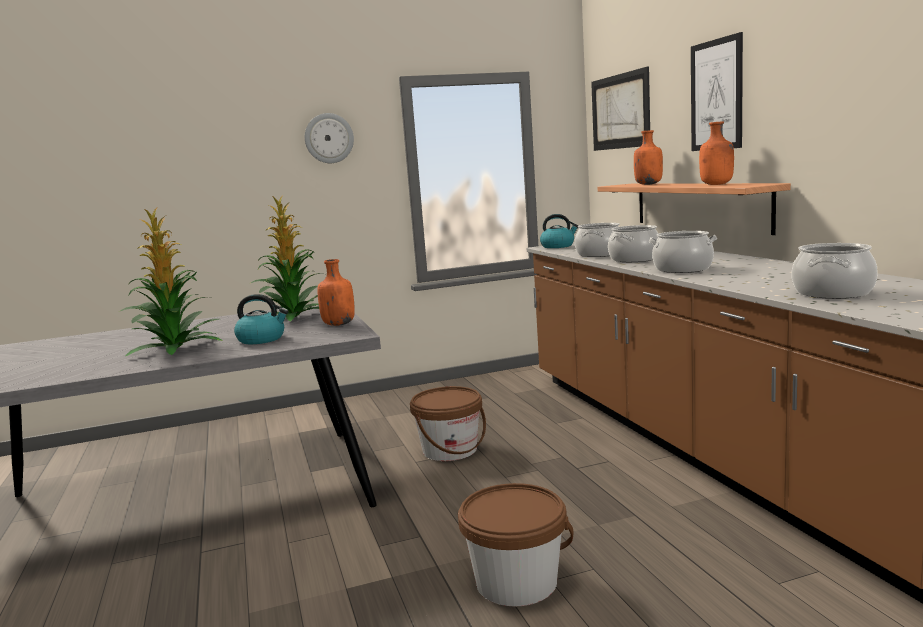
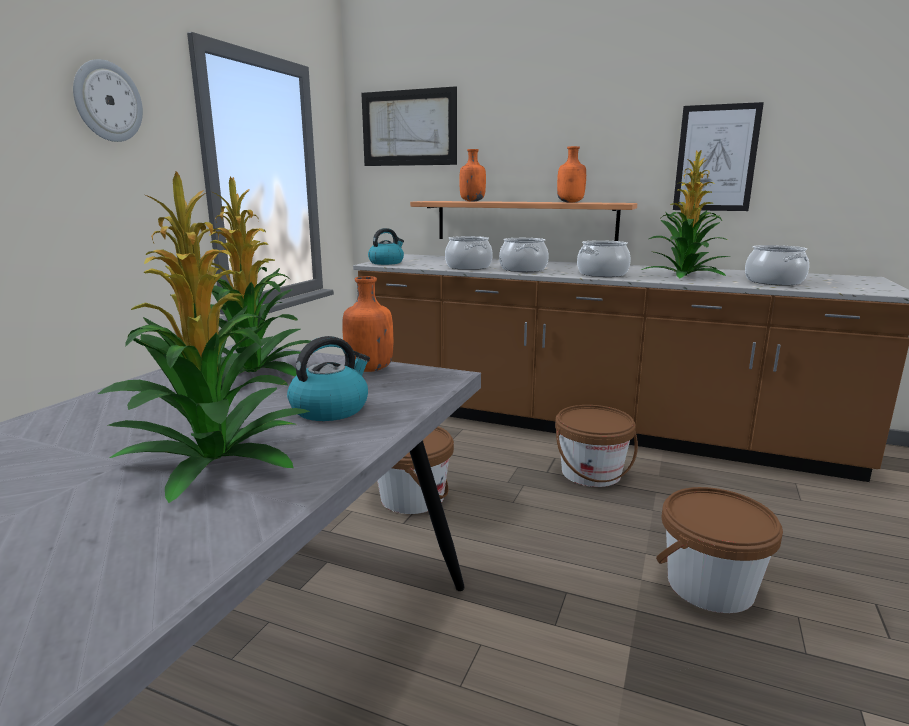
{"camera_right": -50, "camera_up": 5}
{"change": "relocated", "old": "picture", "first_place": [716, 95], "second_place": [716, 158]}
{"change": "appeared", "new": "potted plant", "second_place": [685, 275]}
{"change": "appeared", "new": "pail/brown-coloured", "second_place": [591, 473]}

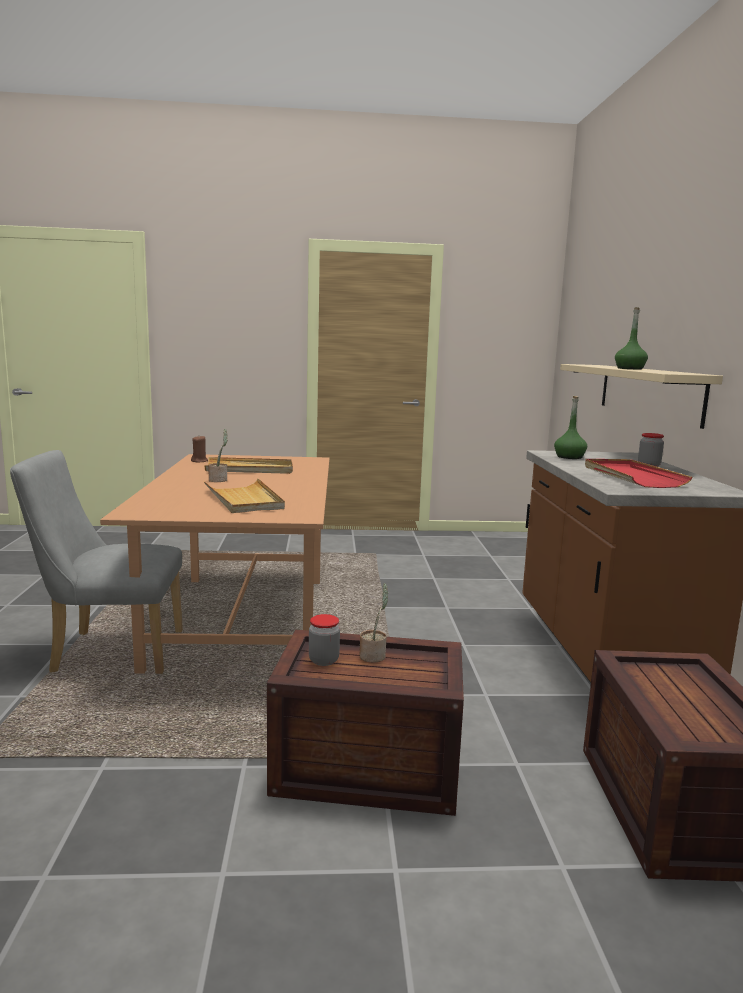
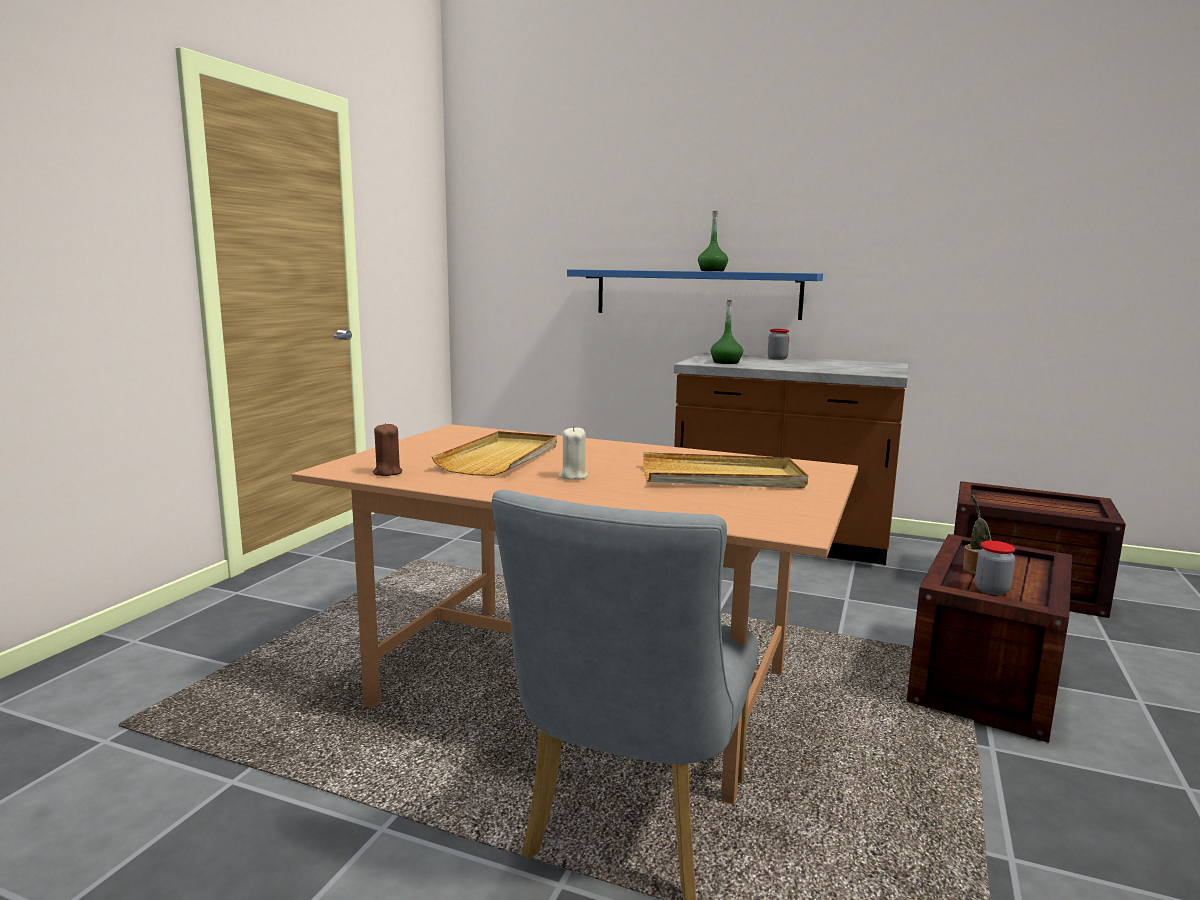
{"camera_right": -65, "camera_up": 0}
{"change": "colour", "old": "bracket shelf/beige", "new": "bracket shelf/blue-coloured", "first_place": [648, 392], "second_place": [696, 293]}
{"change": "exchanged", "old": "potted plant", "new": "wax light/beige", "first_place": [219, 480], "second_place": [573, 476]}
{"change": "missing", "old": "carrying tray/red", "first_place": [632, 476]}

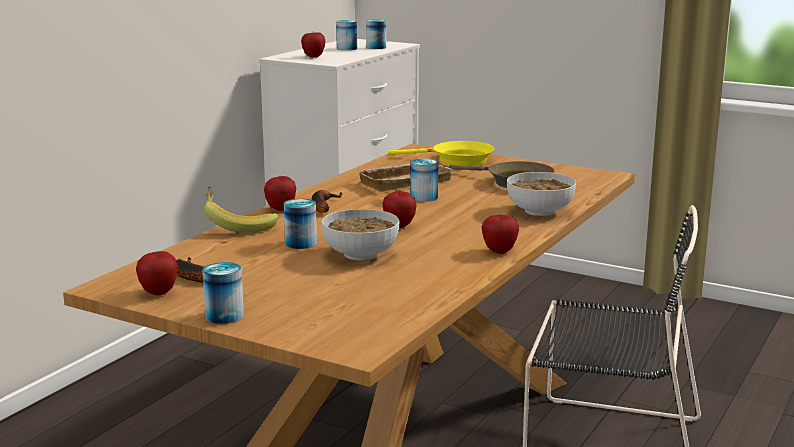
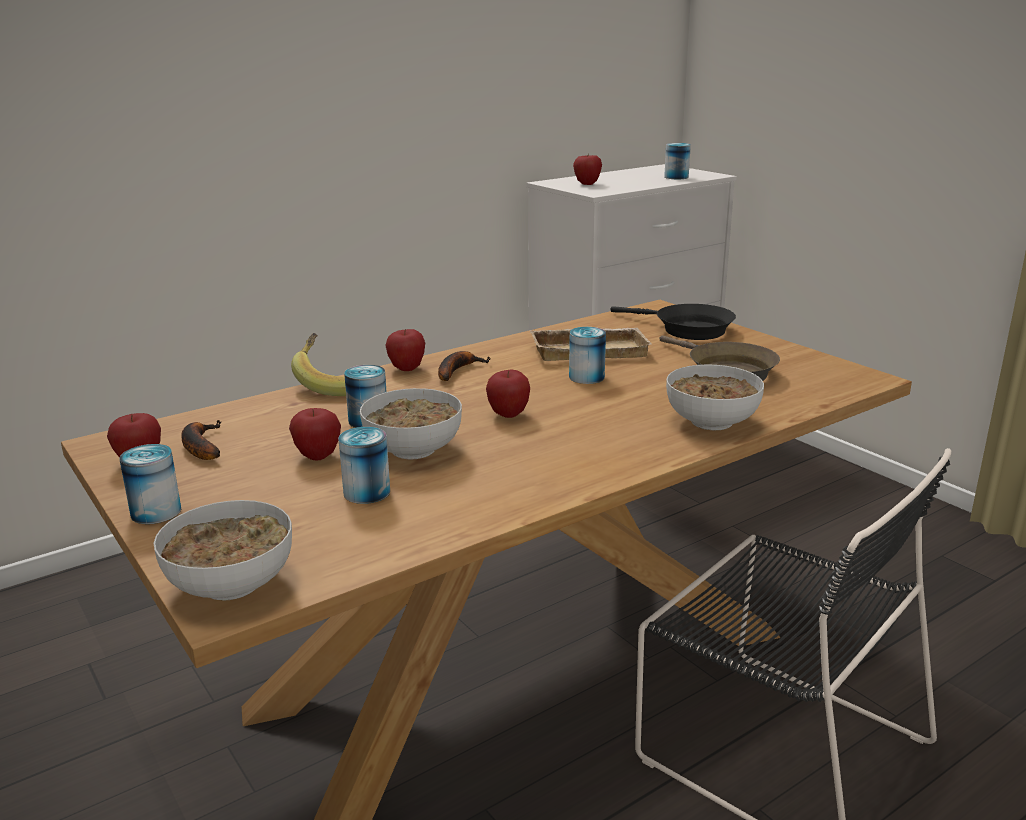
{"camera_right": 25, "camera_up": 5}
{"change": "relocated", "old": "can", "first_place": [347, 48], "second_place": [367, 492]}
{"change": "colour", "old": "frying pan/yellow", "new": "frying pan/black", "first_place": [457, 160], "second_place": [687, 329]}
{"change": "relocated", "old": "apple fruit", "first_place": [499, 251], "second_place": [318, 456]}
{"change": "appeared", "new": "deep dish", "second_place": [233, 584]}

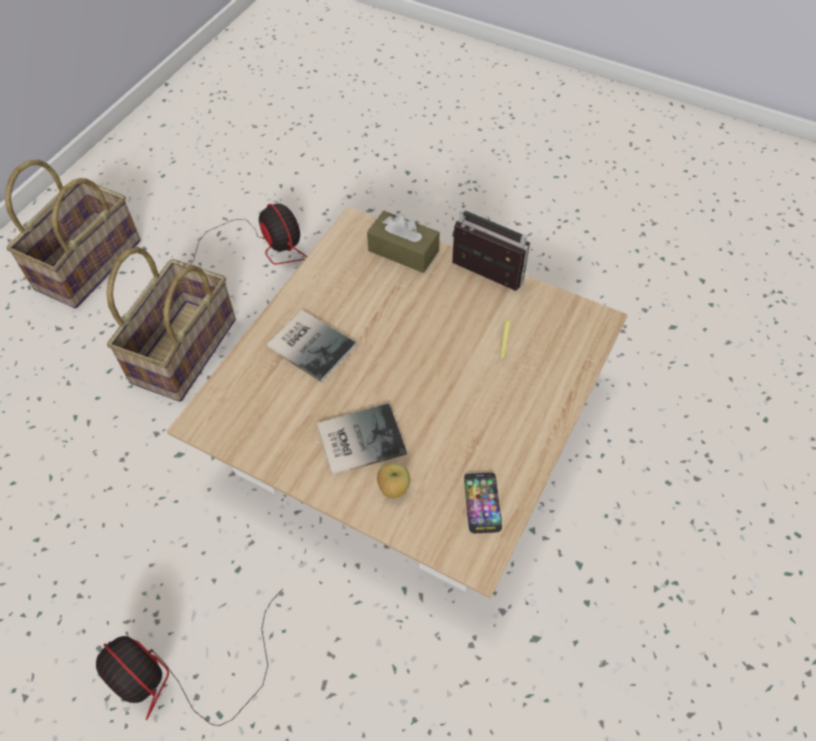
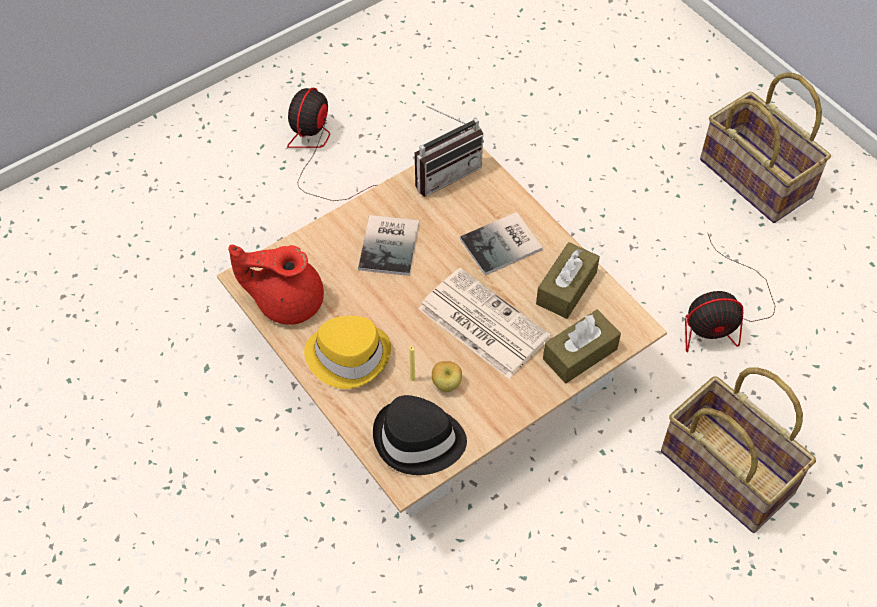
{"camera_right": 115, "camera_up": 0}
{"change": "relocated", "old": "radio set", "first_place": [482, 278], "second_place": [444, 172]}
{"change": "relocated", "old": "basket", "first_place": [183, 349], "second_place": [729, 471]}
{"change": "relocated", "old": "apple fruit", "first_place": [393, 488], "second_place": [446, 384]}
{"change": "exchanged", "old": "handset", "new": "pot for tea/red", "first_place": [482, 503], "second_place": [286, 301]}
{"change": "spun", "old": "fan", "first_place": [179, 676], "second_place": [321, 153], "degrees": -45}
{"change": "appeared", "new": "tissue holder/brown-coloured", "second_place": [566, 288]}
{"change": "appeared", "new": "newspaper", "second_place": [481, 323]}
{"change": "appeared", "new": "hat/yellow", "second_place": [348, 355]}
{"change": "appeared", "new": "hat/black", "second_place": [418, 440]}

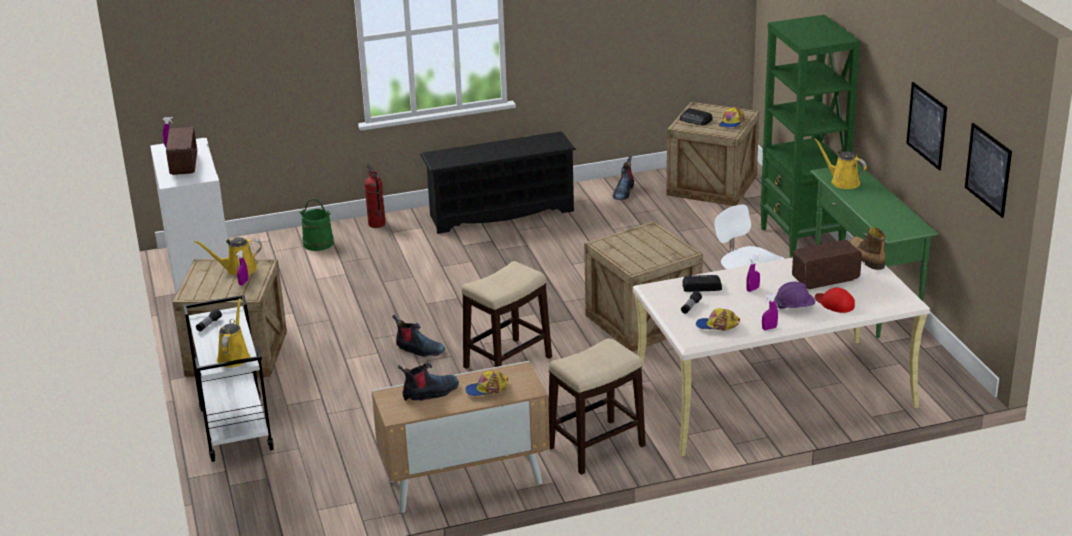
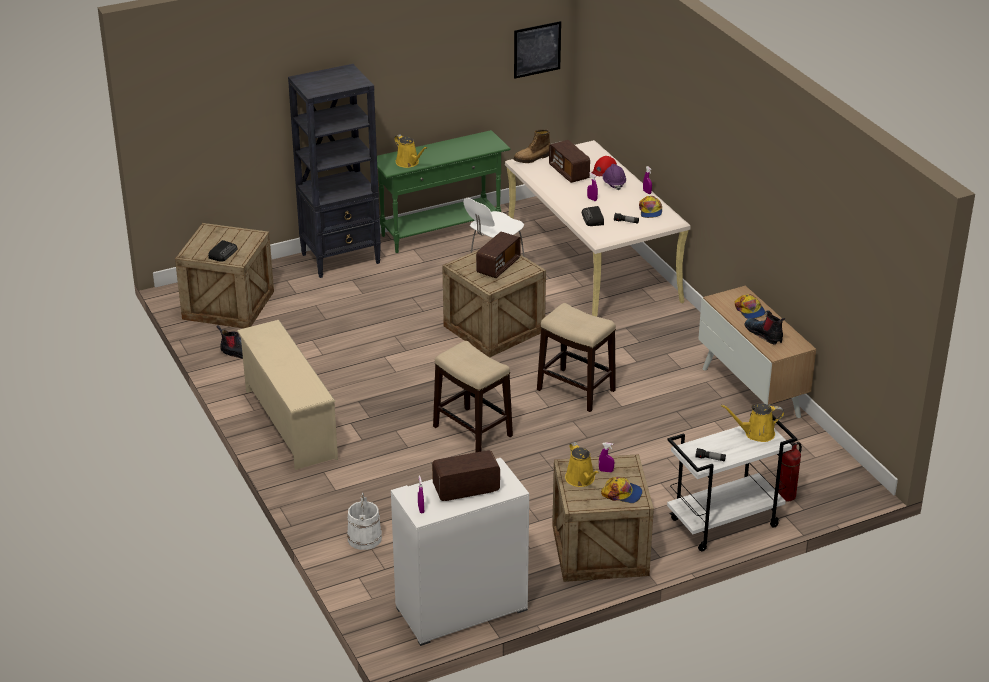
{"camera_right": -100, "camera_up": 5}
{"change": "colour", "old": "bookcase/green", "new": "bookcase/black", "first_place": [801, 240], "second_place": [341, 258]}
{"change": "missing", "old": "picture", "first_place": [927, 125]}
{"change": "relocated", "old": "cap", "first_place": [731, 123], "second_place": [622, 493]}
{"change": "colour", "old": "shoe stand/black", "new": "shoe stand/beige", "first_place": [501, 213], "second_place": [288, 424]}
{"change": "spun", "old": "watering can/yellow", "first_place": [842, 182], "second_place": [409, 163], "degrees": -75}
{"change": "relocated", "old": "extinguisher", "first_place": [376, 224], "second_place": [786, 496]}
{"change": "colour", "old": "pail/green", "new": "pail/white-coloured", "first_place": [318, 243], "second_place": [364, 538]}
{"change": "missing", "old": "tall boot", "first_place": [419, 350]}
{"change": "relocated", "old": "stool", "first_place": [595, 447], "second_place": [473, 431]}
{"change": "appeared", "new": "radio set", "second_place": [498, 266]}

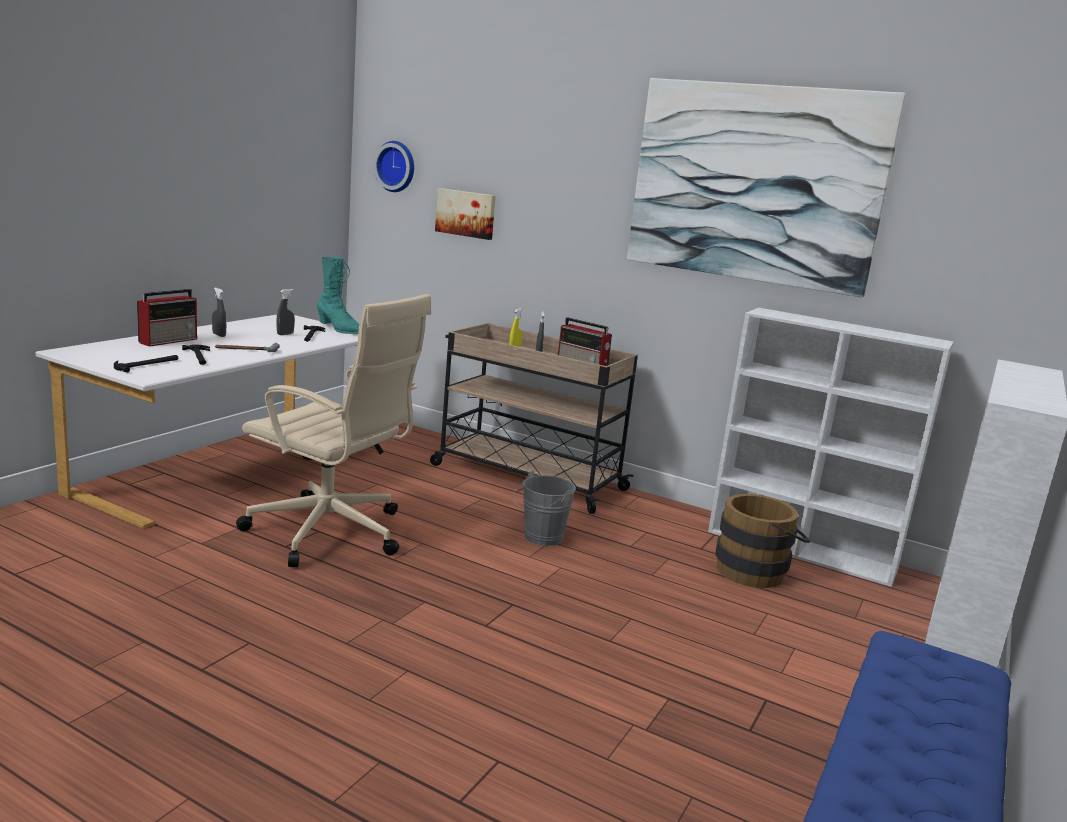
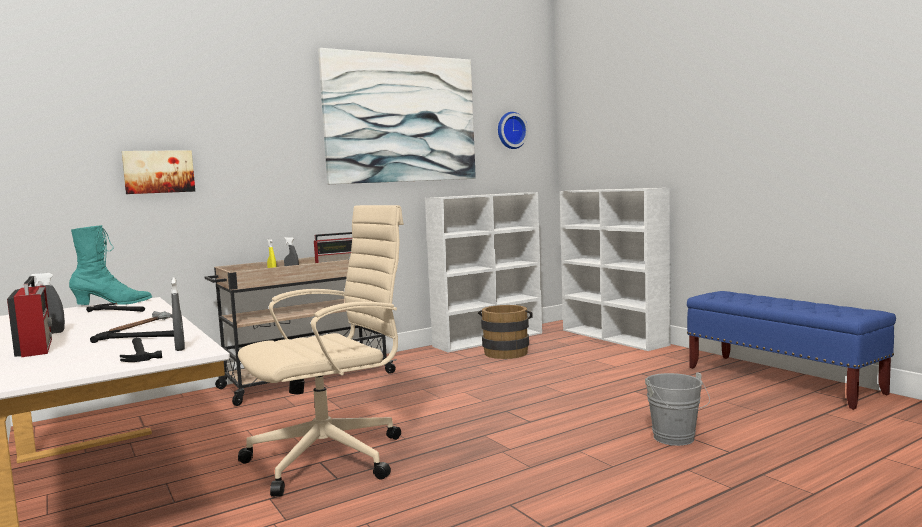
{"camera_right": -60, "camera_up": -10}
{"change": "relocated", "old": "wall clock", "first_place": [397, 166], "second_place": [510, 130]}
{"change": "relocated", "old": "hand sprayer/gray", "first_place": [285, 334], "second_place": [180, 348]}
{"change": "relocated", "old": "pail/gray", "first_place": [540, 539], "second_place": [676, 439]}

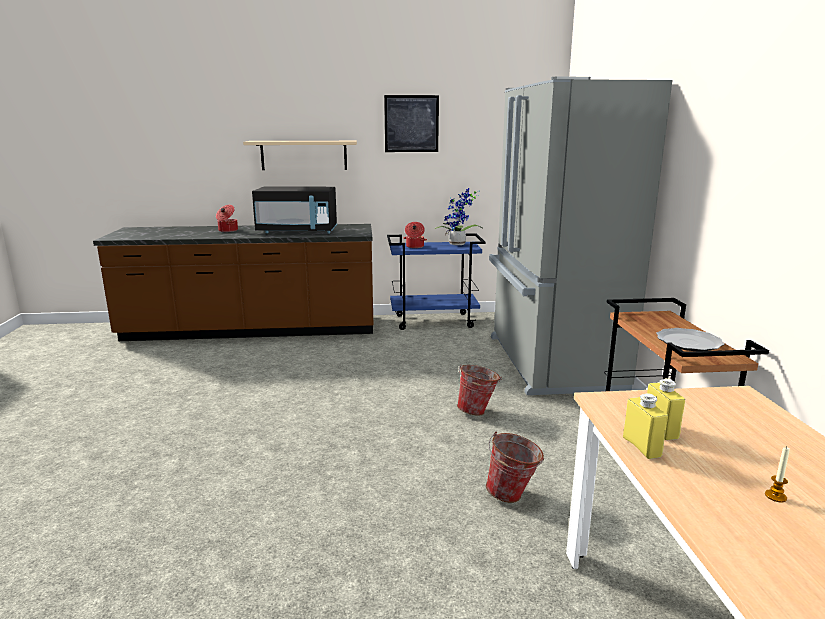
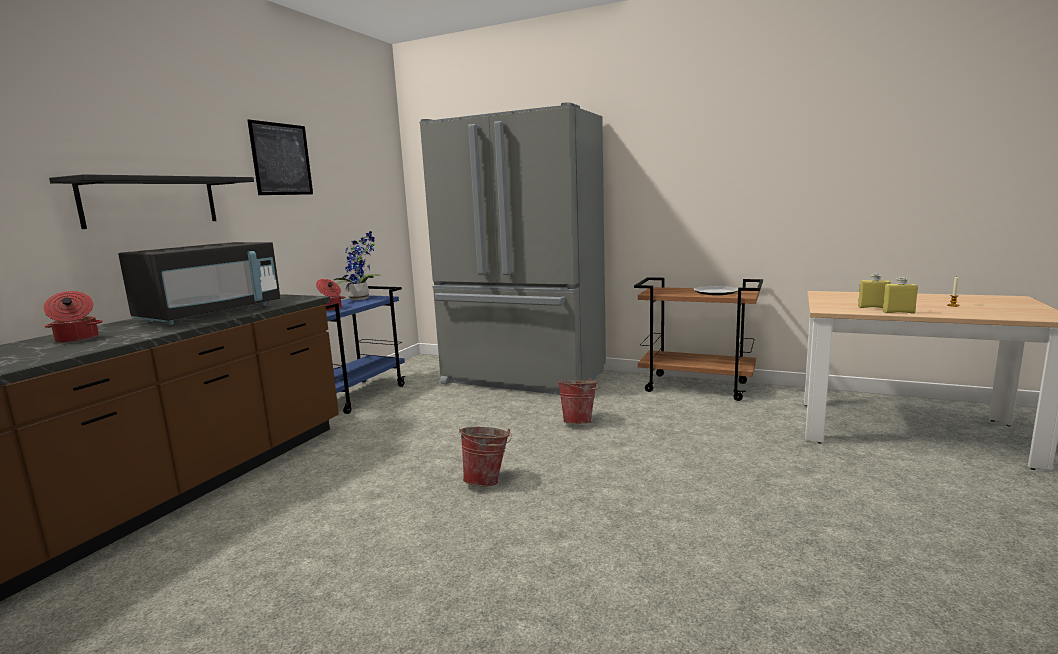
{"camera_right": -60, "camera_up": -5}
{"change": "colour", "old": "bracket shelf/beige", "new": "bracket shelf/black", "first_place": [304, 155], "second_place": [151, 201]}
{"change": "relocated", "old": "pail", "first_place": [513, 495], "second_place": [488, 480]}

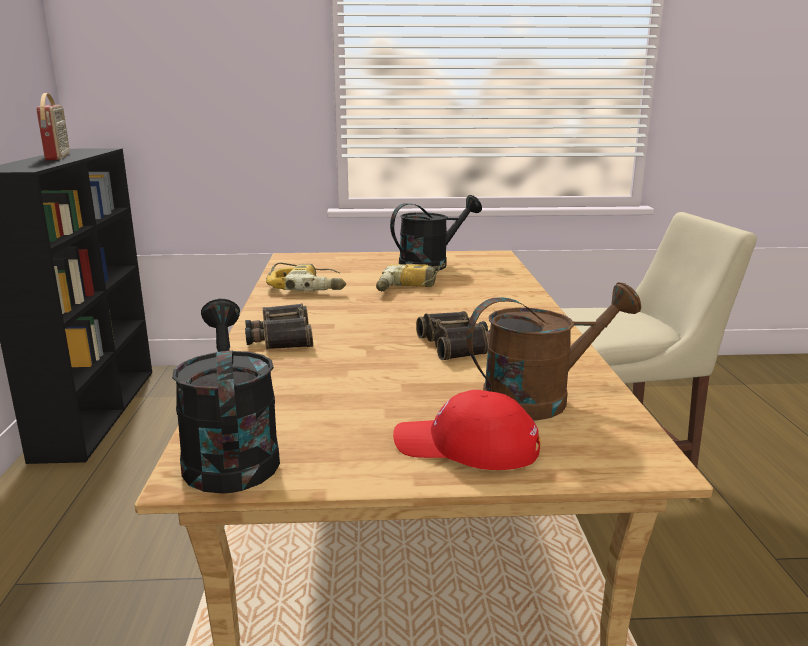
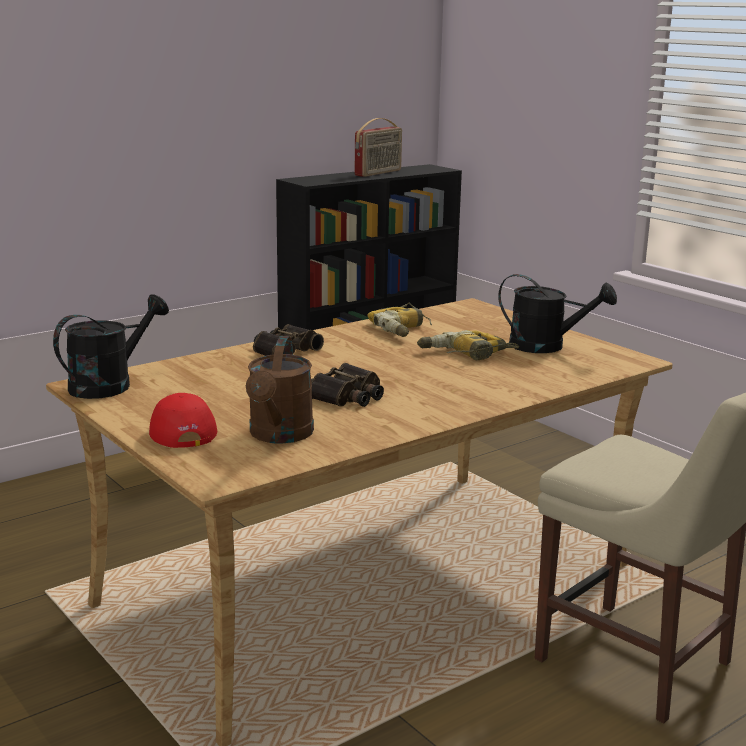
{"camera_right": 55, "camera_up": 0}
{"change": "spun", "old": "watering can/brown-coloured", "first_place": [539, 399], "second_place": [279, 436], "degrees": 60}

